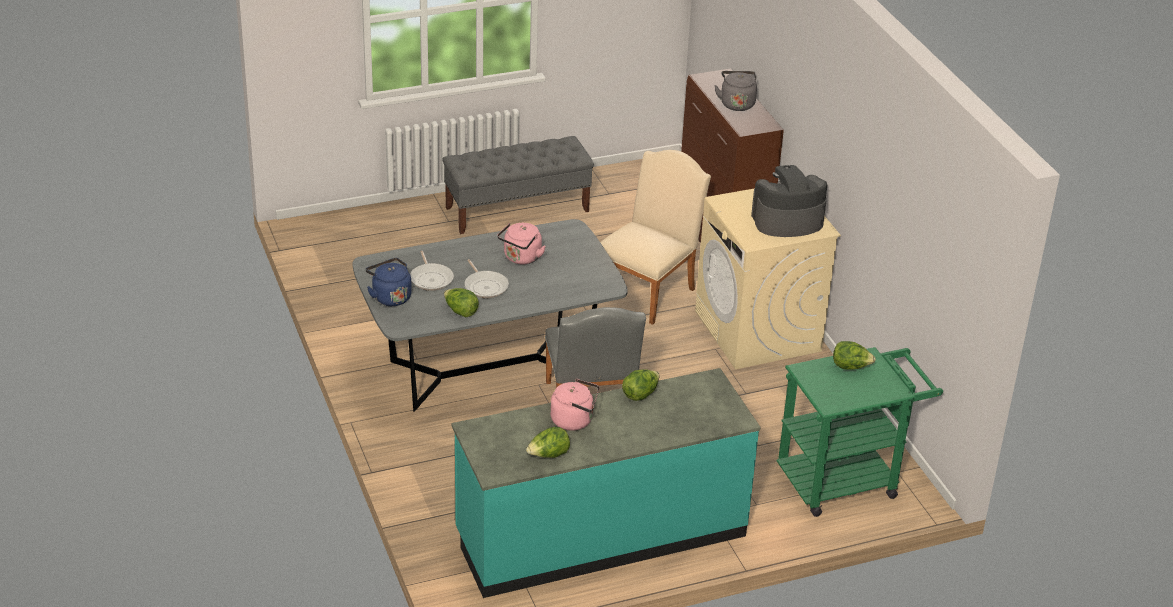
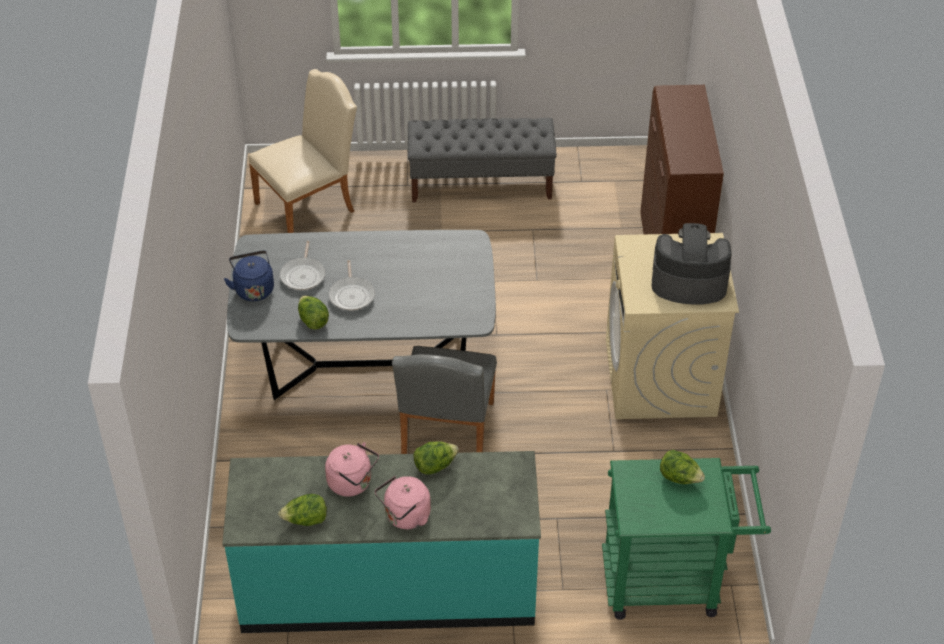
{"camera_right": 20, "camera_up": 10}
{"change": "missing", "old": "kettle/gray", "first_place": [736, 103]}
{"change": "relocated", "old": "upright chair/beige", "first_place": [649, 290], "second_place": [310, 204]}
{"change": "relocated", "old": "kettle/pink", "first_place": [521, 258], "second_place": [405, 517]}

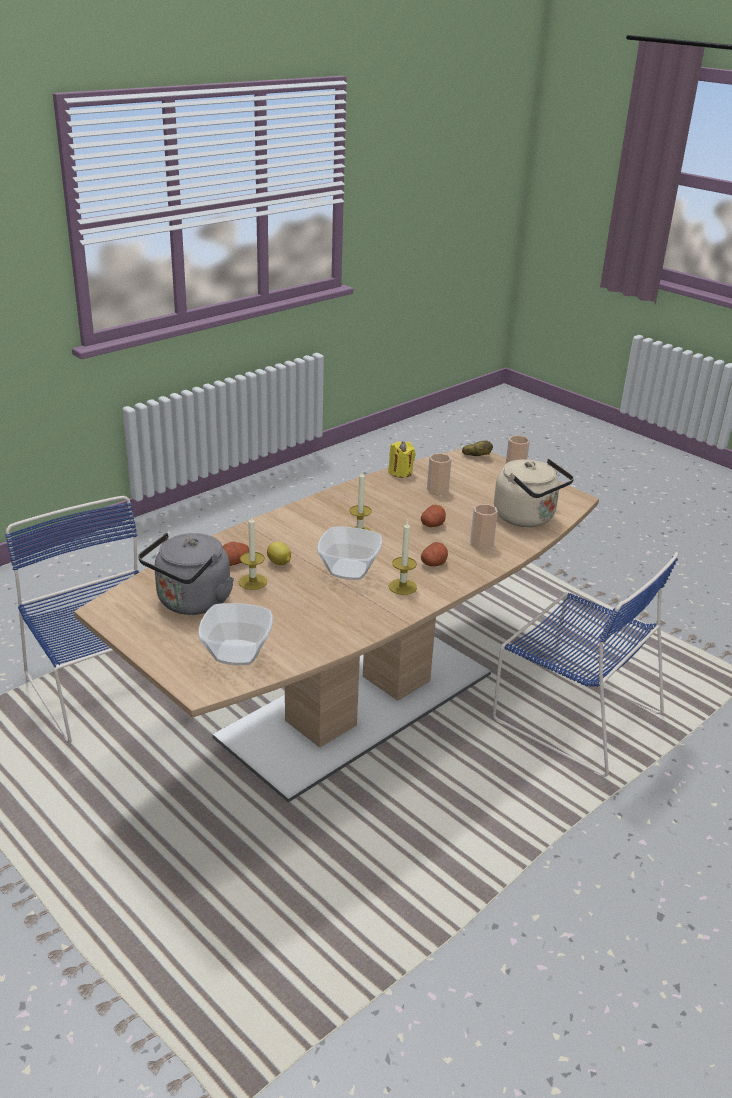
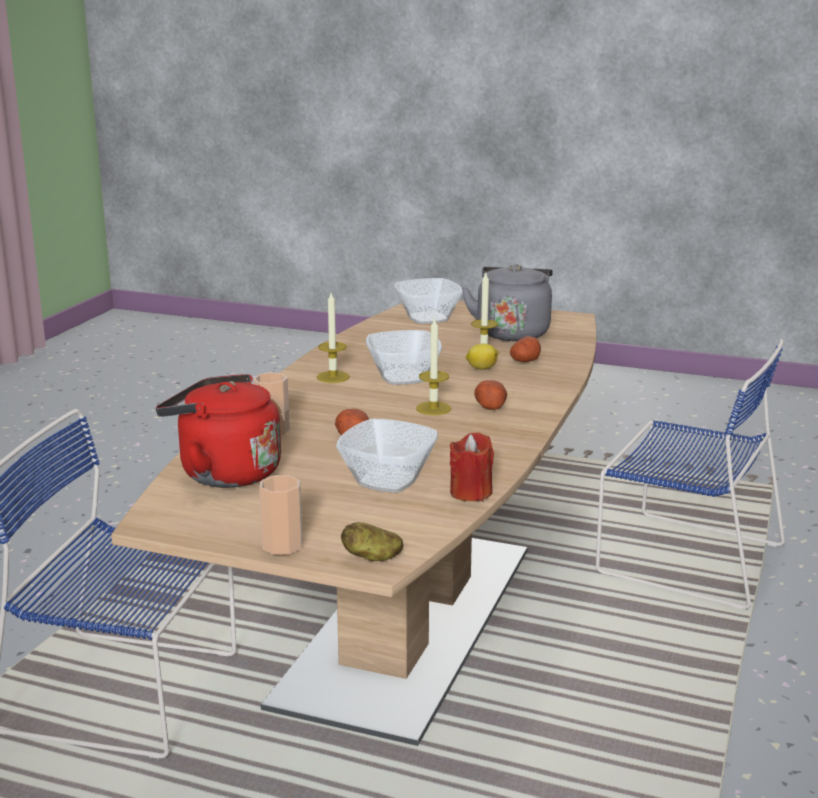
{"camera_right": 155, "camera_up": -10}
{"change": "colour", "old": "wax light/yellow", "new": "wax light/red", "first_place": [400, 472], "second_place": [471, 492]}
{"change": "exchanged", "old": "small cup", "new": "deep dish", "first_place": [437, 490], "second_place": [387, 480]}
{"change": "colour", "old": "kettle/beige", "new": "kettle/red", "first_place": [527, 518], "second_place": [224, 473]}
{"change": "relocated", "old": "potato", "first_place": [434, 563], "second_place": [490, 405]}

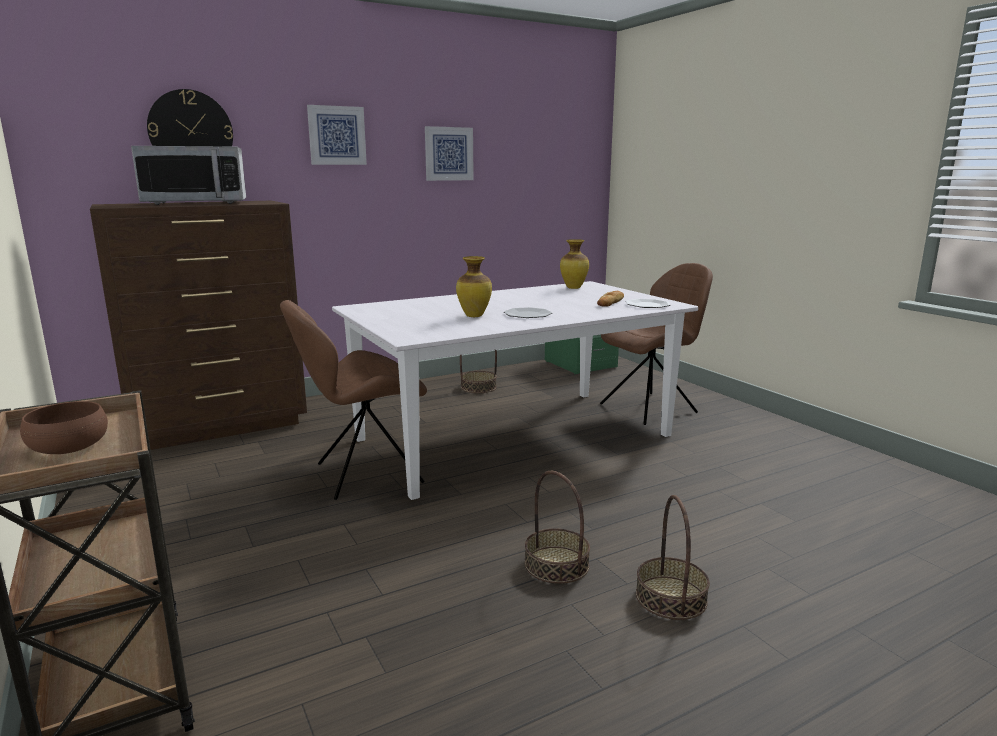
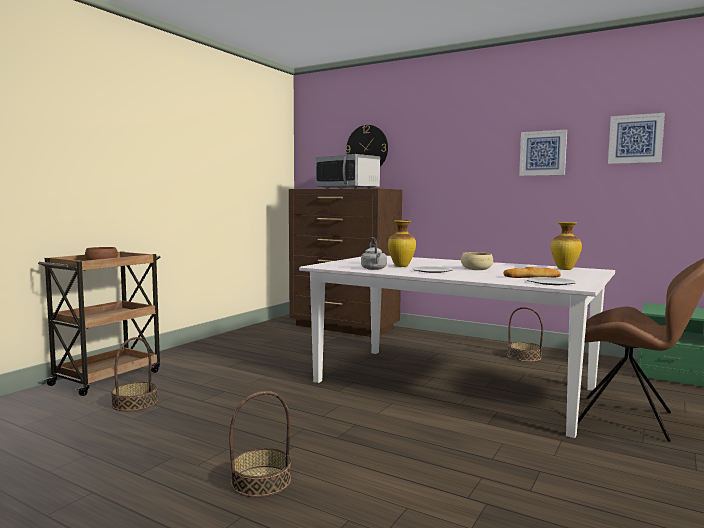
{"camera_right": 60, "camera_up": -10}
{"change": "relocated", "old": "picture", "first_place": [337, 135], "second_place": [635, 139]}
{"change": "missing", "old": "upright chair/brown-coloured", "first_place": [364, 474]}
{"change": "relocated", "old": "basket", "first_place": [556, 565], "second_place": [135, 403]}
{"change": "appeared", "new": "kettle/gray", "second_place": [374, 269]}
{"change": "appeared", "new": "deep dish/beige", "second_place": [476, 269]}

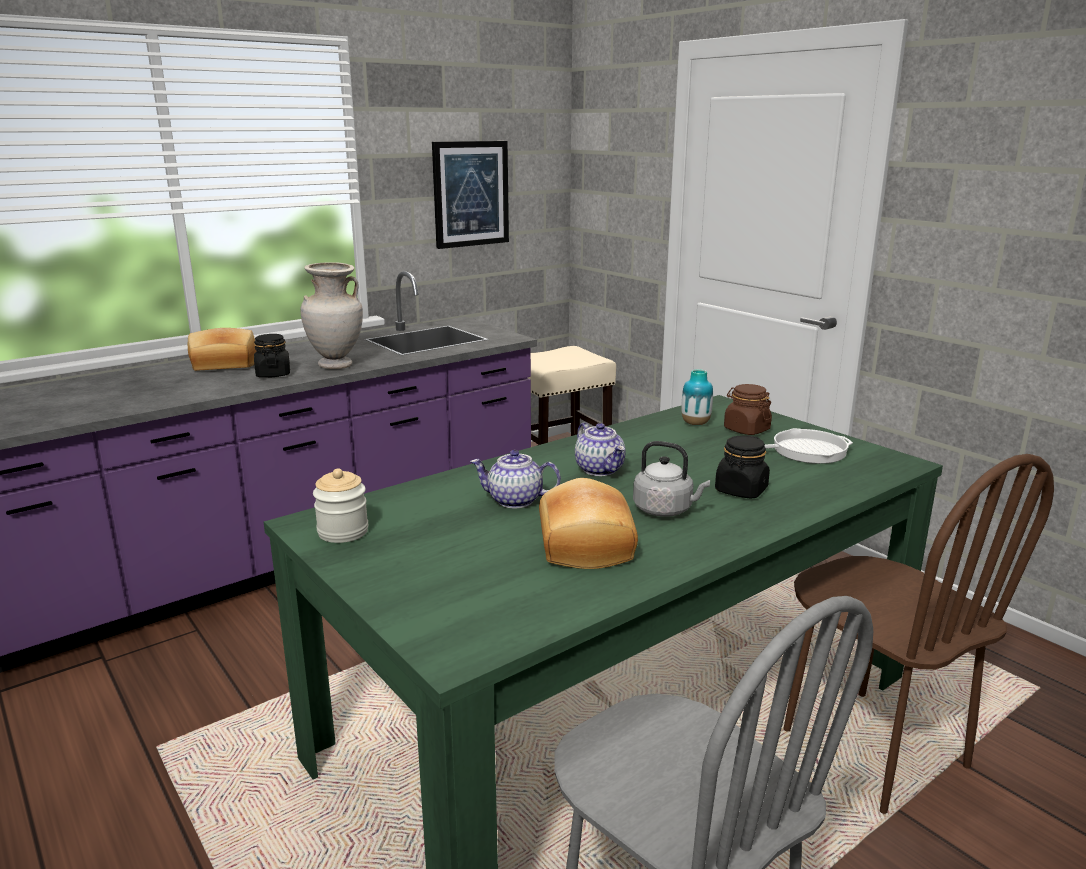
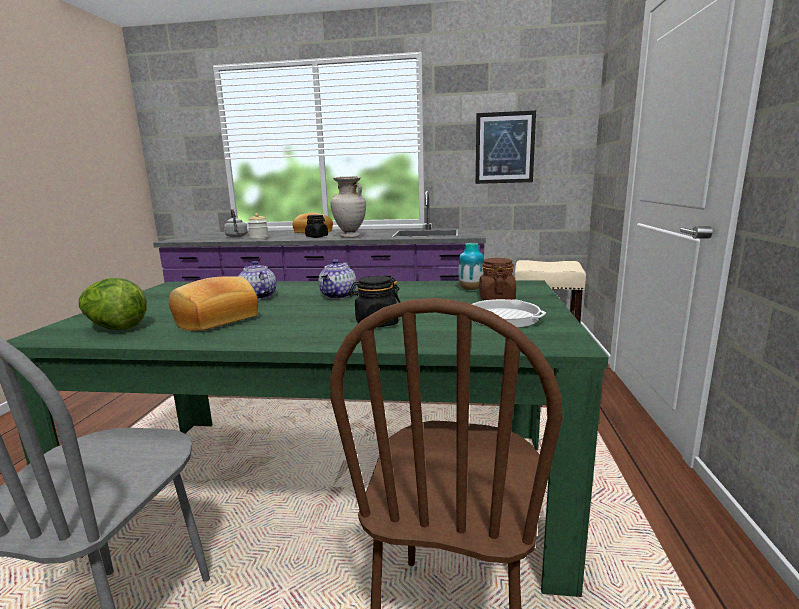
{"camera_right": 45, "camera_up": -5}
{"change": "relocated", "old": "kettle/gray", "first_place": [666, 510], "second_place": [236, 236]}
{"change": "relocated", "old": "preserve jar", "first_place": [343, 532], "second_place": [259, 239]}
{"change": "appeared", "new": "lettuce head", "second_place": [115, 328]}

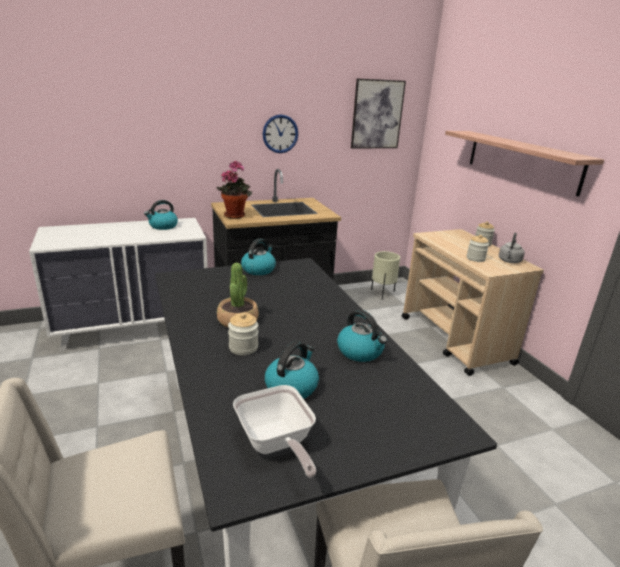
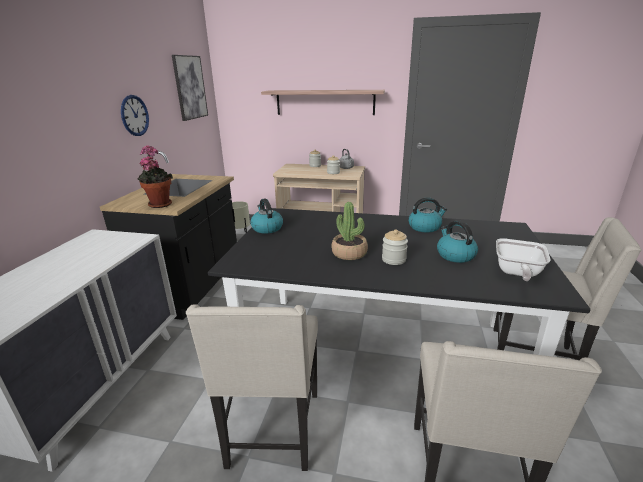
{"camera_right": -55, "camera_up": 0}
{"change": "missing", "old": "kettle", "first_place": [163, 226]}
{"change": "spun", "old": "frying pan", "first_place": [275, 444], "second_place": [516, 273], "degrees": 105}
{"change": "appeared", "new": "upright chair/beige", "second_place": [272, 431]}

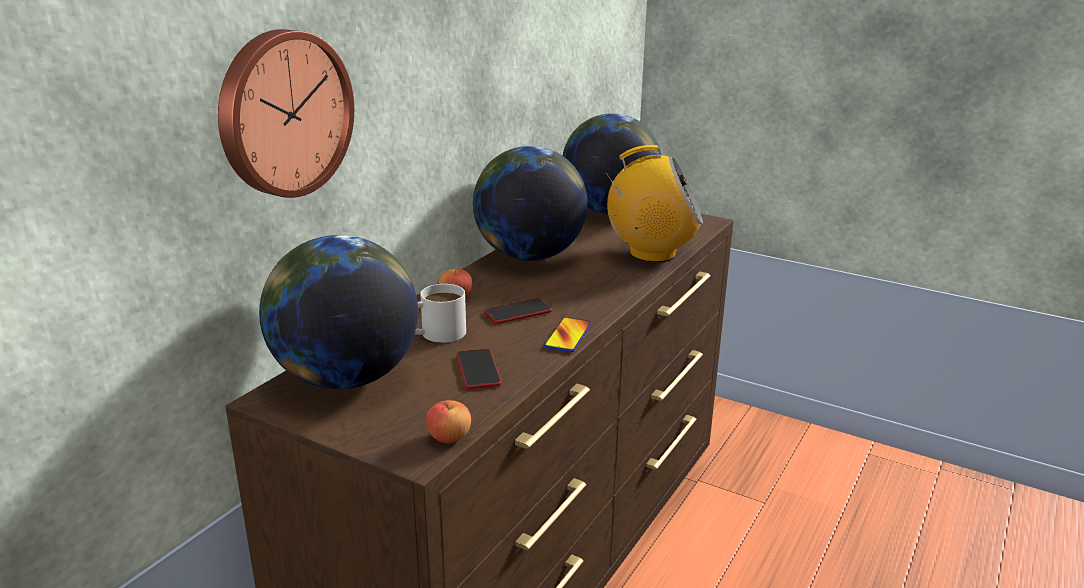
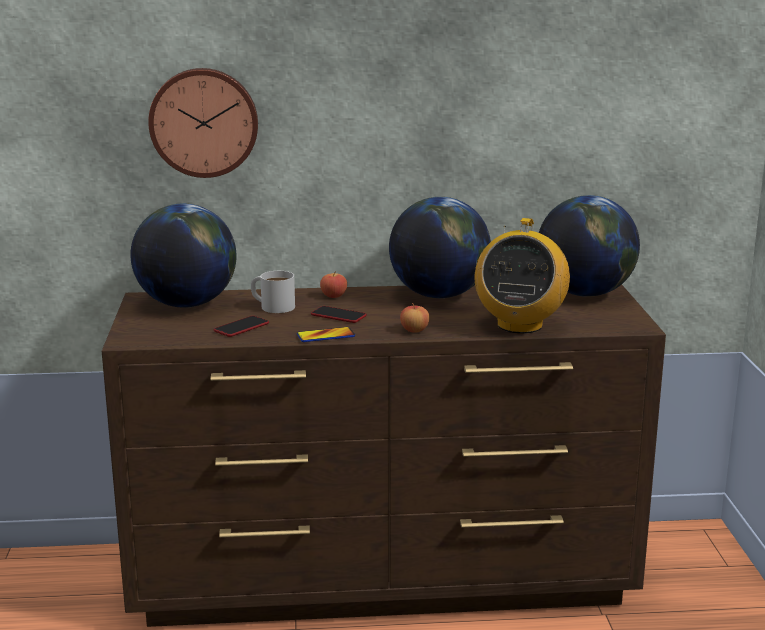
{"camera_right": 55, "camera_up": -5}
{"change": "spun", "old": "radio set", "first_place": [651, 253], "second_place": [519, 325], "degrees": 45}
{"change": "relocated", "old": "apple fruit", "first_place": [449, 437], "second_place": [414, 330]}

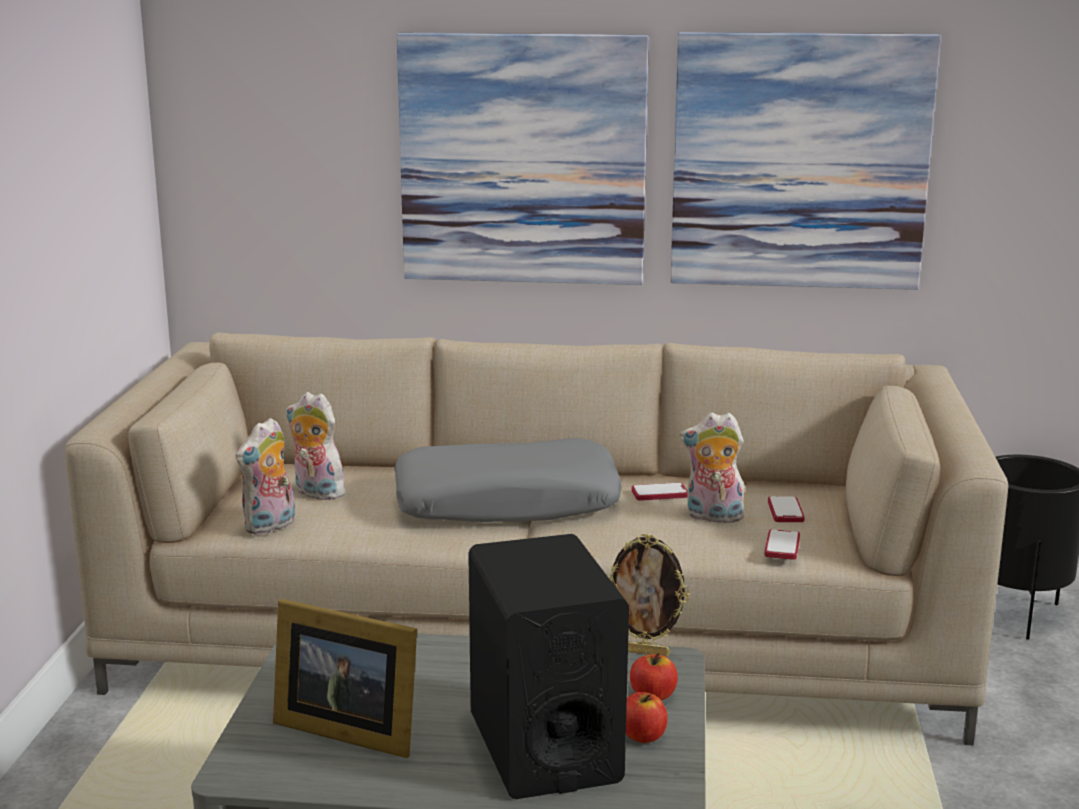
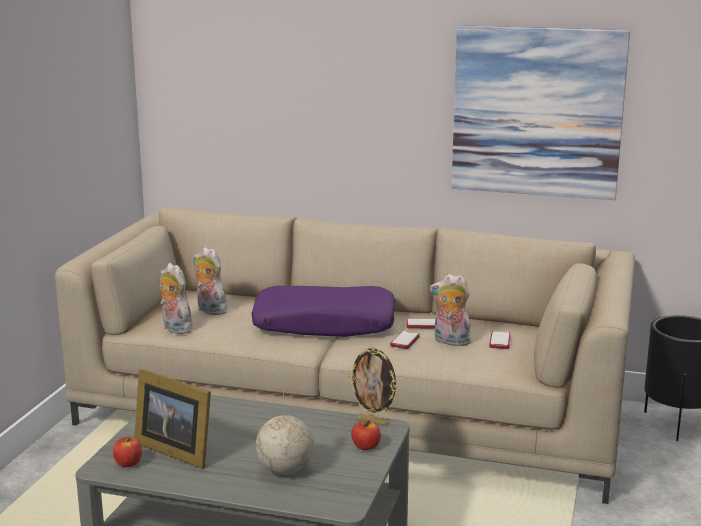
{"camera_right": 10, "camera_up": 0}
{"change": "missing", "old": "picture", "first_place": [523, 160]}
{"change": "spun", "old": "cuddly toy", "first_place": [270, 526], "second_place": [174, 329], "degrees": 90}
{"change": "colour", "old": "cushion/gray", "new": "cushion/purple", "first_place": [507, 503], "second_place": [324, 324]}
{"change": "relocated", "old": "handset", "first_place": [782, 546], "second_place": [405, 341]}
{"change": "exchanged", "old": "loudspeaker/black", "new": "globe", "first_place": [544, 747], "second_place": [285, 470]}
{"change": "relocated", "old": "apple fruit", "first_place": [643, 736], "second_place": [128, 463]}

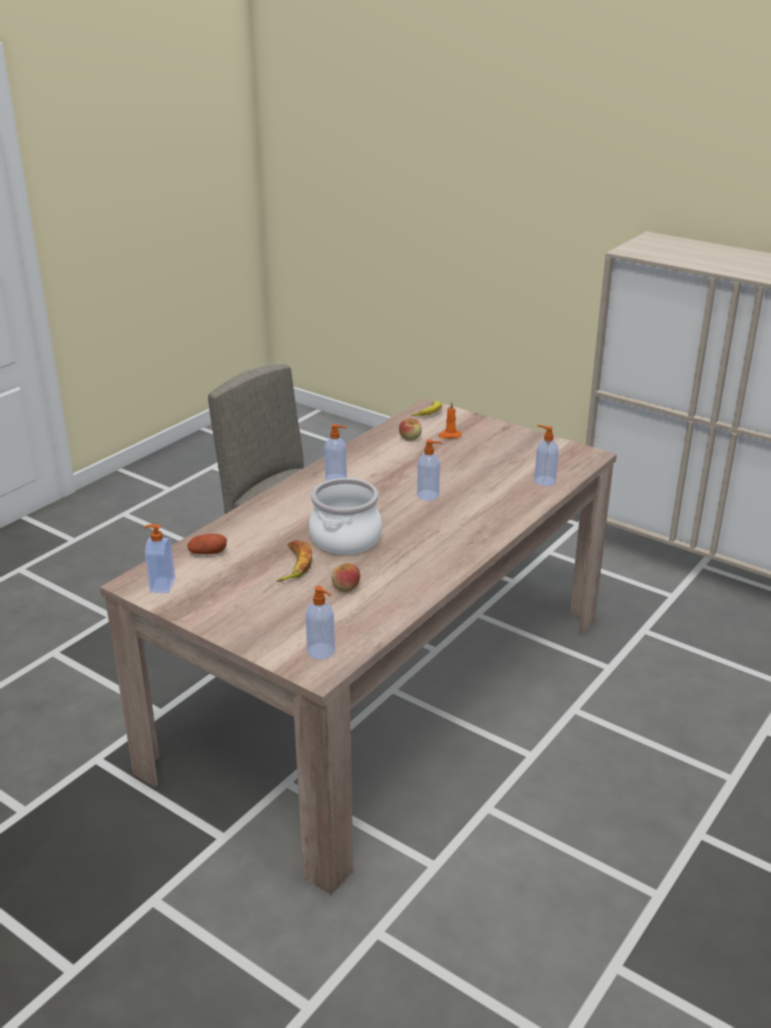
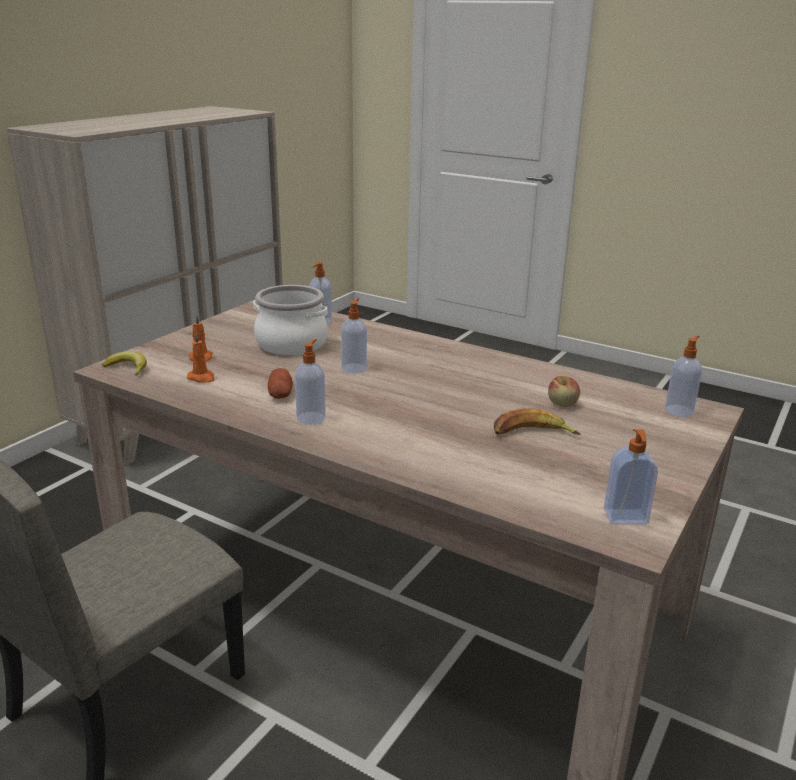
{"camera_right": -95, "camera_up": -5}
{"change": "exchanged", "old": "apple fruit", "new": "wax light/orange-coloured", "first_place": [410, 438], "second_place": [201, 378]}
{"change": "relocated", "old": "saucepot", "first_place": [346, 539], "second_place": [292, 344]}
{"change": "relocated", "old": "potato", "first_place": [207, 553], "second_place": [280, 394]}

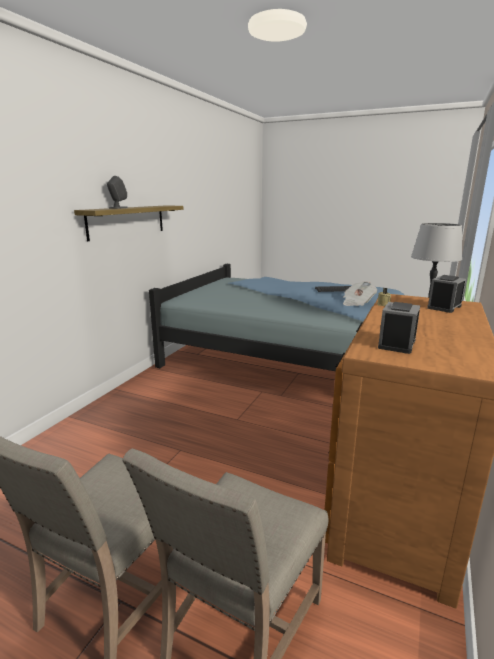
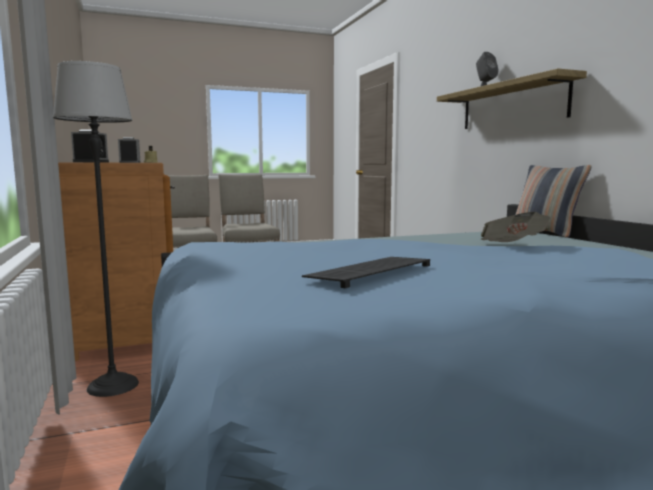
{"camera_right": 135, "camera_up": -10}
{"change": "relocated", "old": "newspaper", "first_place": [357, 303], "second_place": [512, 247]}
{"change": "appeared", "new": "cushion", "second_place": [545, 232]}

